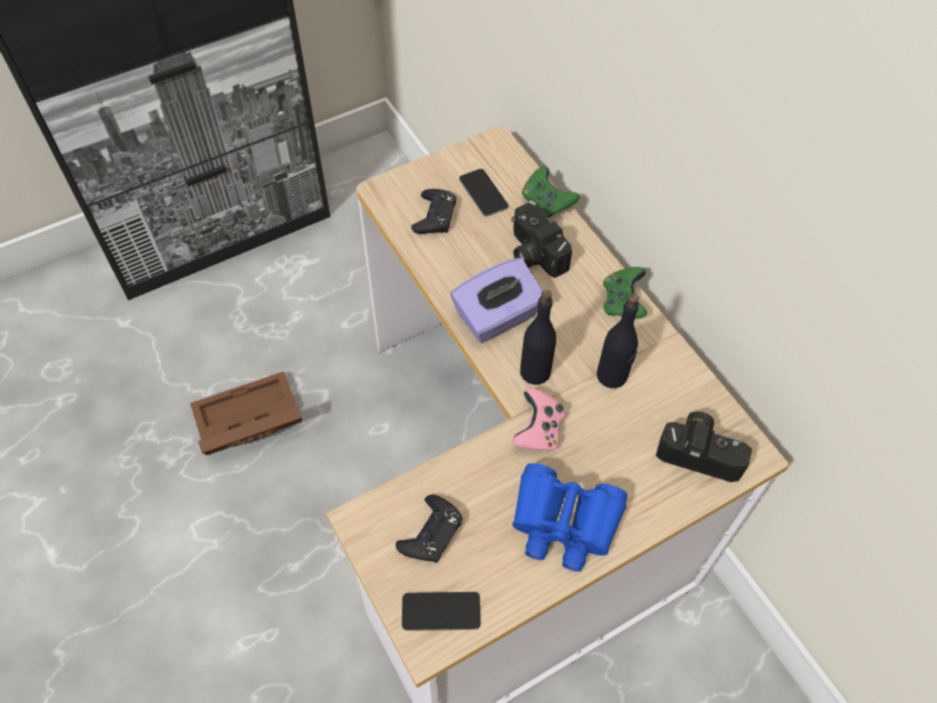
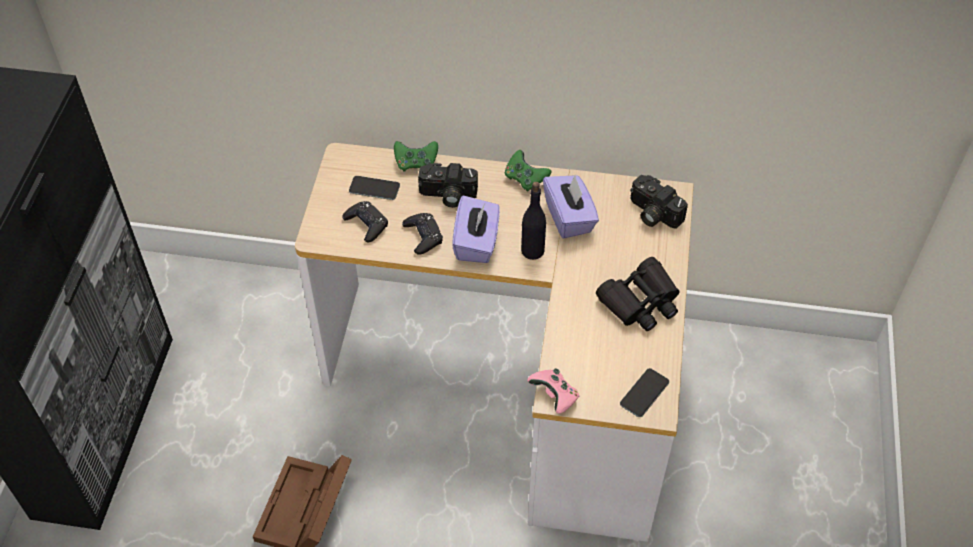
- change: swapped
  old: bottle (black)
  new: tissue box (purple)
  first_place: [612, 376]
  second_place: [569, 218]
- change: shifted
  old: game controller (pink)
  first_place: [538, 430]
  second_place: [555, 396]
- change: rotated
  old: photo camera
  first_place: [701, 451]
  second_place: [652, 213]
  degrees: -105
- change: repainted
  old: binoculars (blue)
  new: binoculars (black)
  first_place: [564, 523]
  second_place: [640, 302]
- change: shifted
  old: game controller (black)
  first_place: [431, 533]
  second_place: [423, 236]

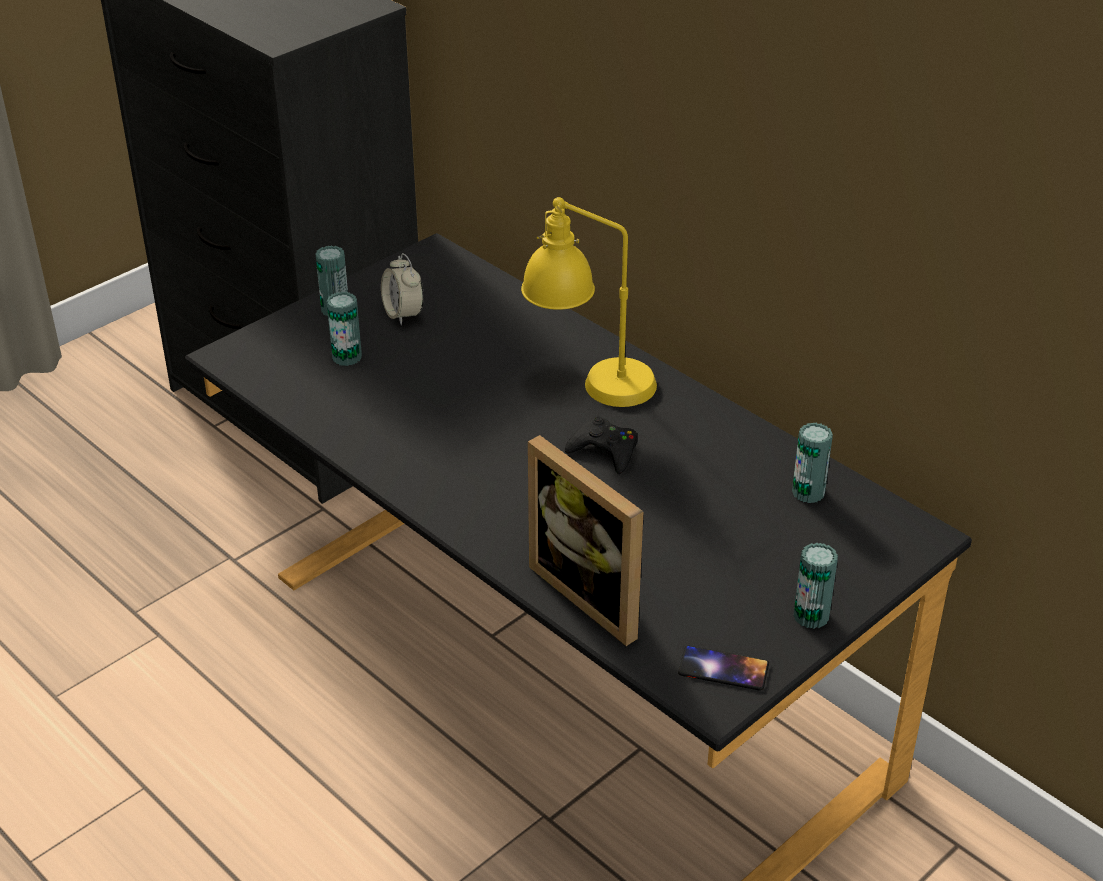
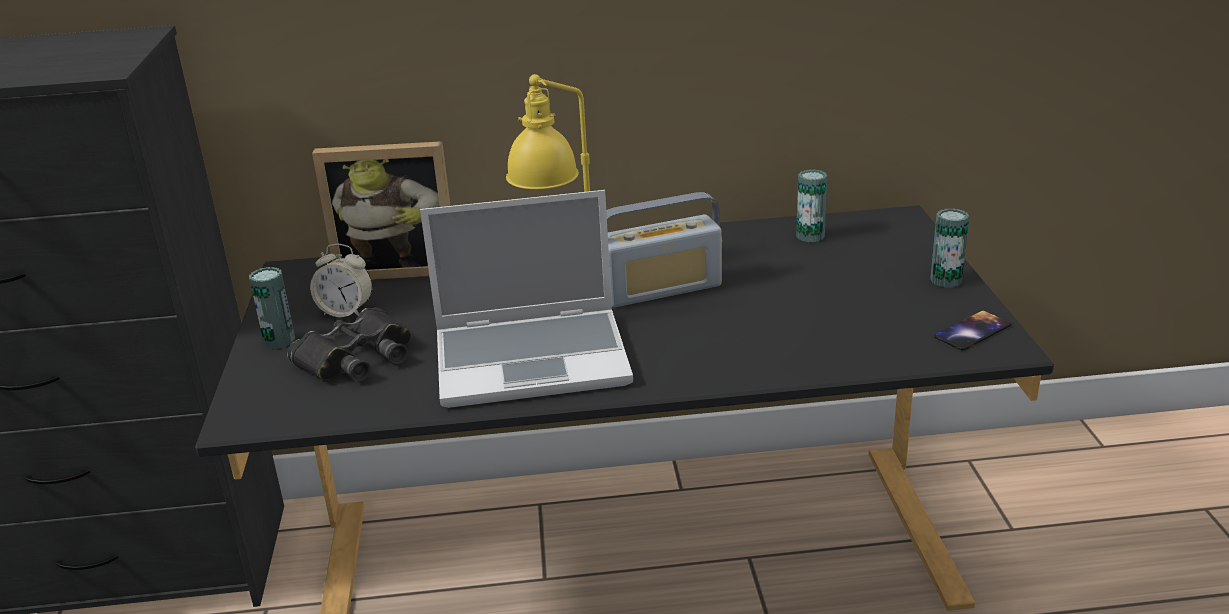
- change: swapped
  old: can
  new: binoculars (black)
  first_place: [347, 357]
  second_place: [357, 358]
- change: swapped
  old: game controller (black)
  new: radio
  first_place: [605, 451]
  second_place: [661, 289]
- change: shifted
  old: picture frame
  first_place: [595, 594]
  second_place: [399, 268]
- change: new
  new: laptop
  second_place: [534, 359]

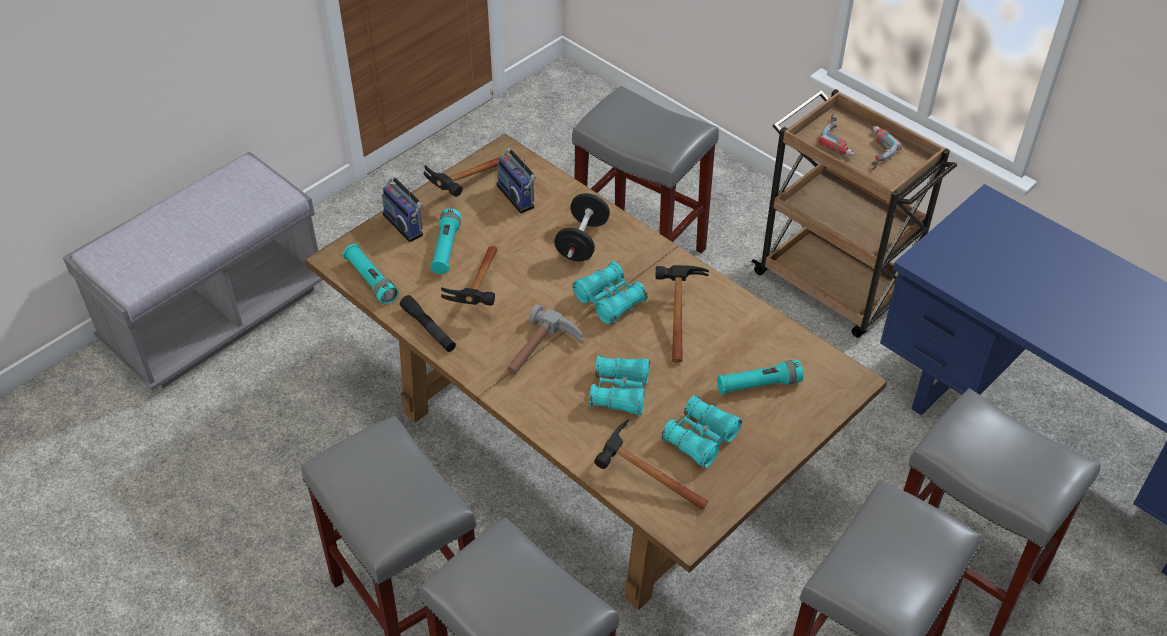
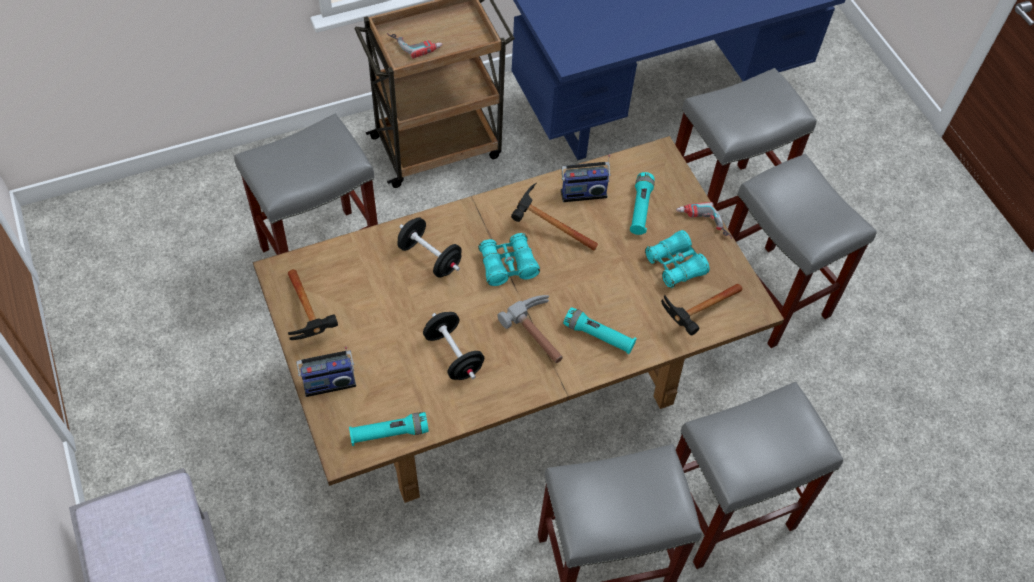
- change: shifted
  old: power drill
  first_place: [873, 150]
  second_place: [702, 225]
- change: shifted
  old: radio
  first_place: [518, 195]
  second_place: [583, 192]
- change: shifted
  old: flashlight (turquoise)
  first_place: [446, 248]
  second_place: [598, 336]
- change: swapped
  old: hammer
  new: dumbbell (black)
  first_place: [479, 295]
  second_place: [453, 355]
- change: gone
  old: flashlight (black)
  first_place: [428, 328]
- change: gone
  old: binoculars (turquoise)
  first_place: [620, 392]

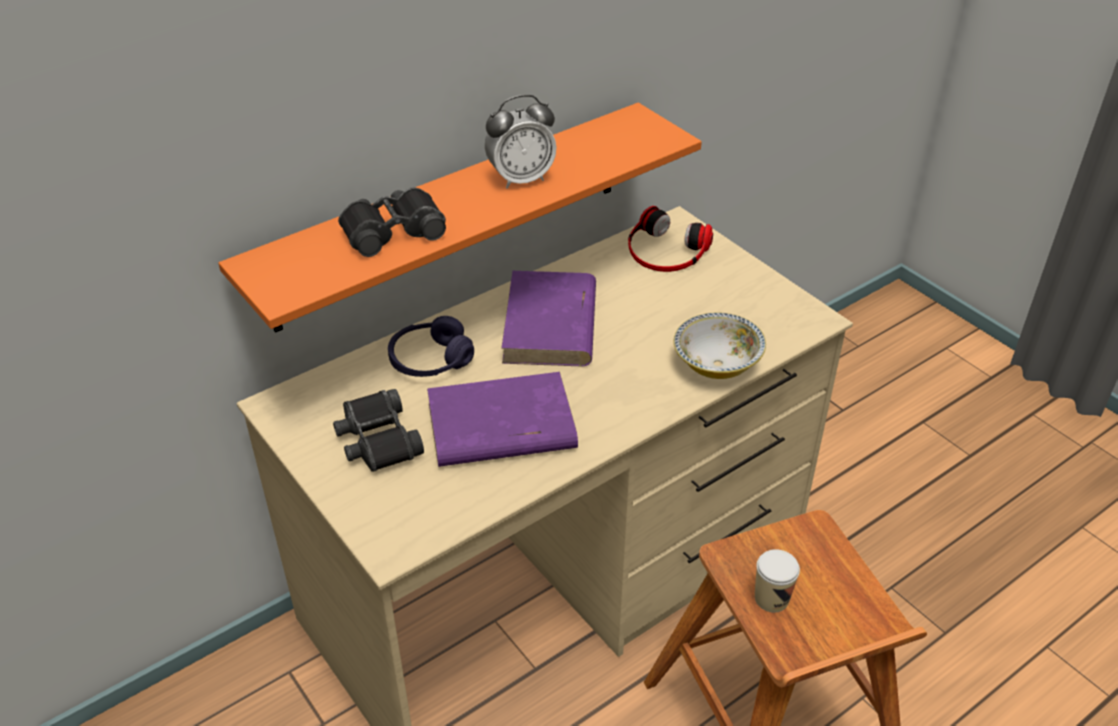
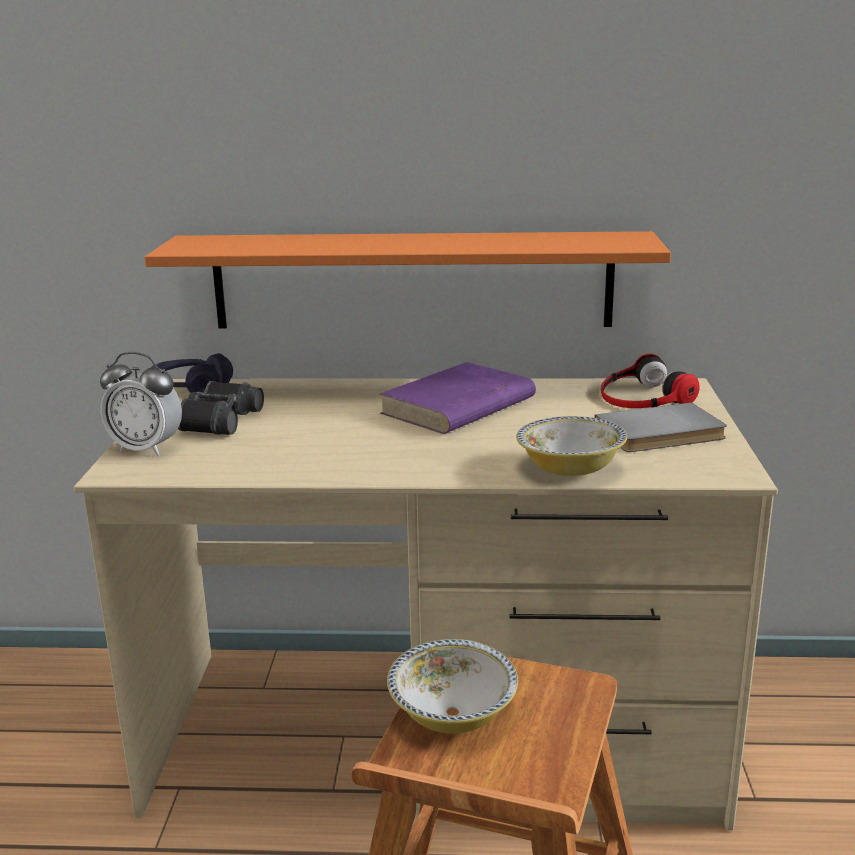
- change: shifted
  old: alarm clock
  first_place: [521, 179]
  second_place: [146, 449]
- change: gone
  old: binoculars (black)
  first_place: [392, 231]
- change: shifted
  old: headphones (purple)
  first_place: [430, 360]
  second_place: [190, 388]
- change: gone
  old: book (purple)
  first_place: [500, 427]
- change: swapped
  old: cup
  new: bowl
  first_place: [771, 598]
  second_place: [452, 714]
- change: new
  new: book (grey)
  second_place: [661, 434]

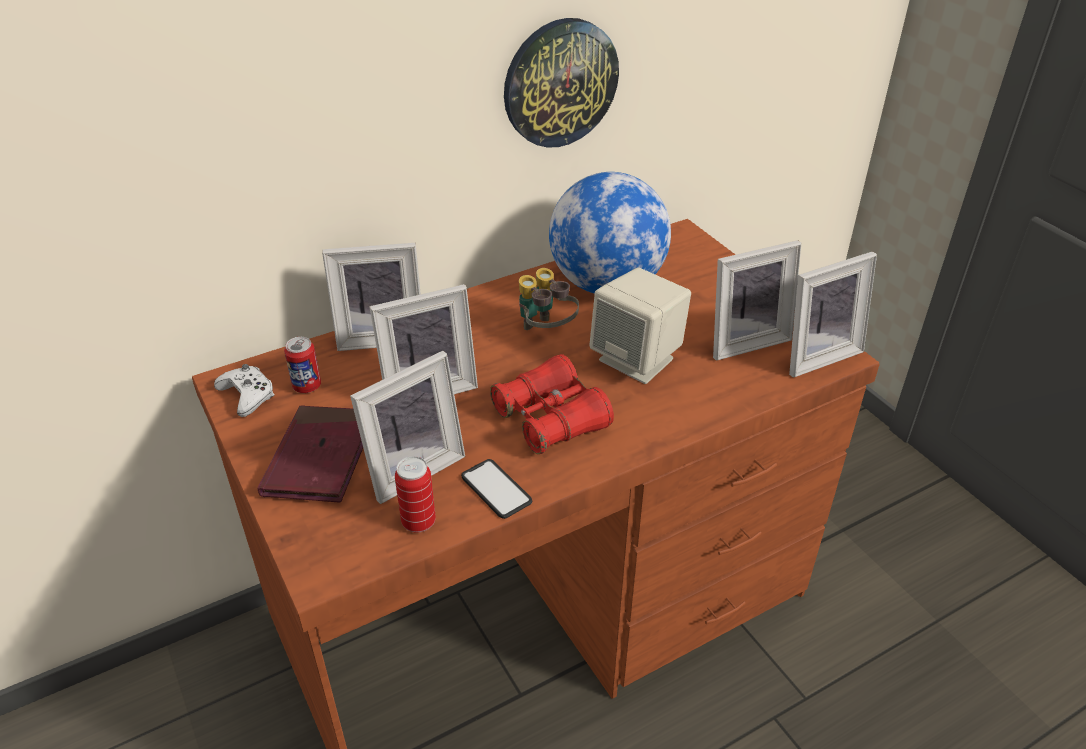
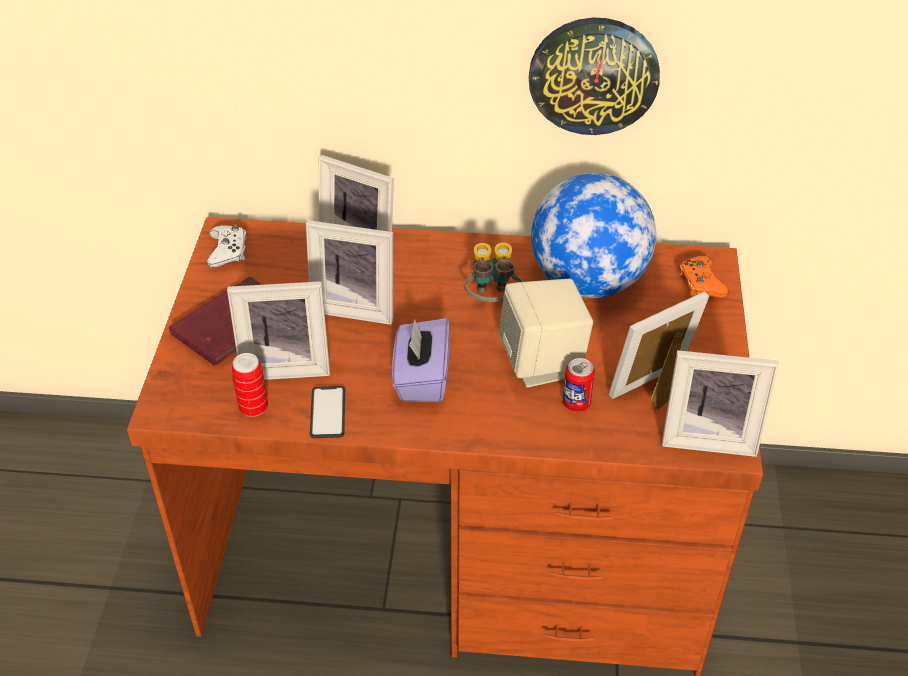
- change: rotated
  old: picture frame
  first_place: [744, 340]
  second_place: [656, 390]
  degrees: 135
- change: shifted
  old: can
  first_place: [307, 386]
  second_place: [576, 403]
- change: swapped
  old: binoculars (red)
  new: tissue box (purple)
  first_place: [551, 419]
  second_place: [421, 378]
- change: new
  new: game controller (orange)
  second_place: [700, 283]

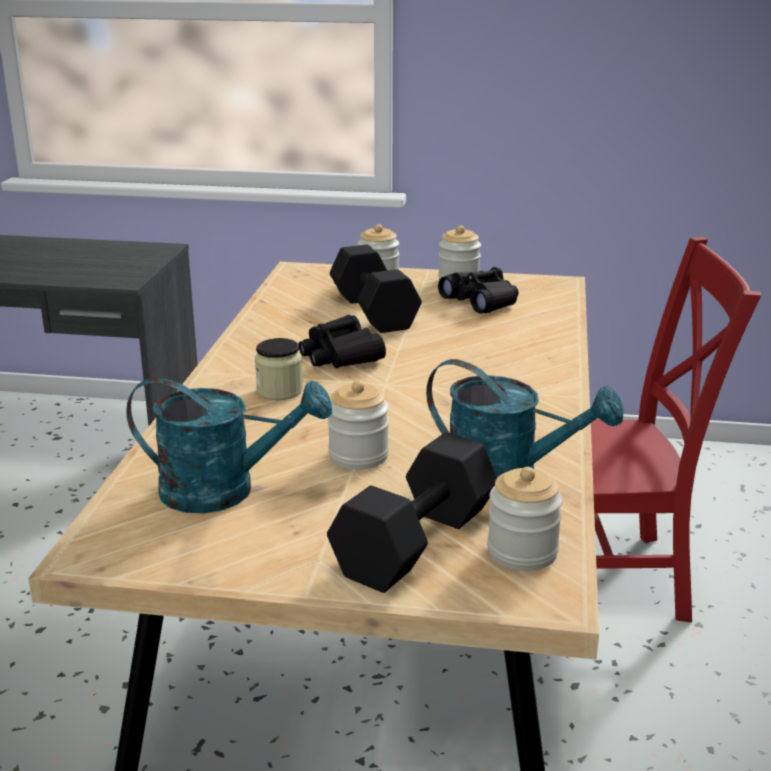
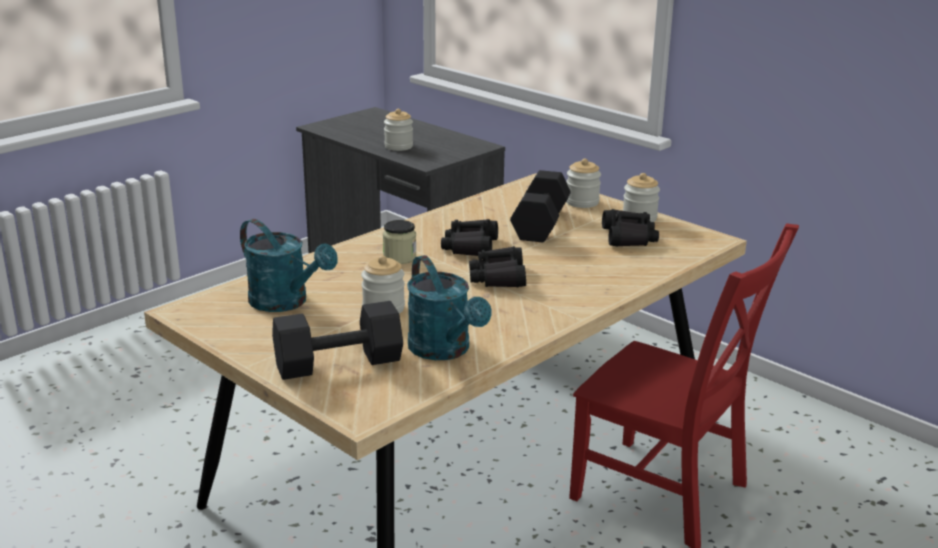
- change: shifted
  old: jar
  first_place: [522, 552]
  second_place: [398, 146]
- change: new
  new: binoculars (black)
  second_place: [498, 277]

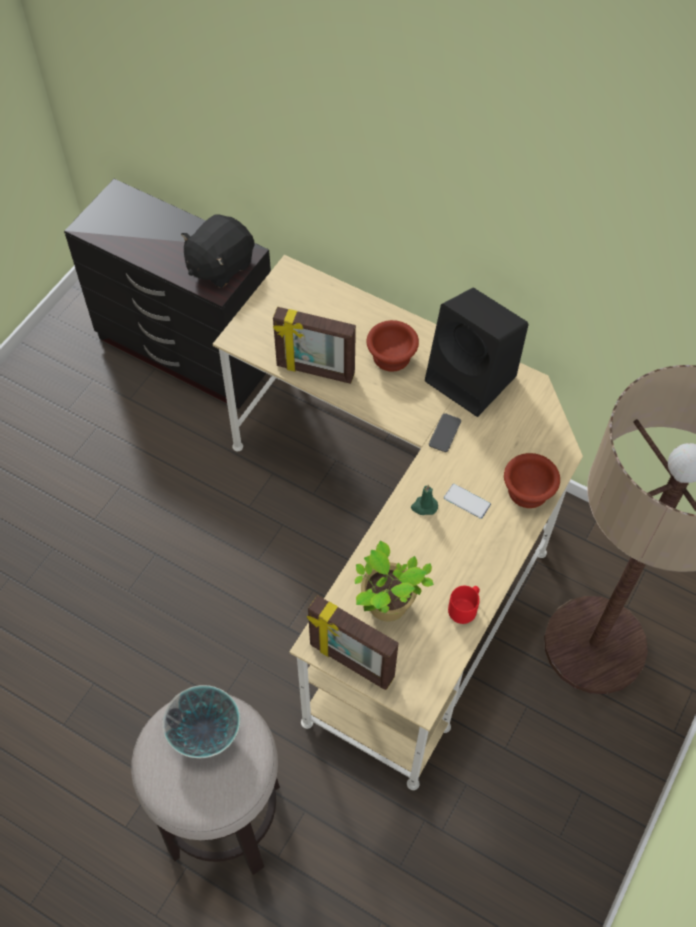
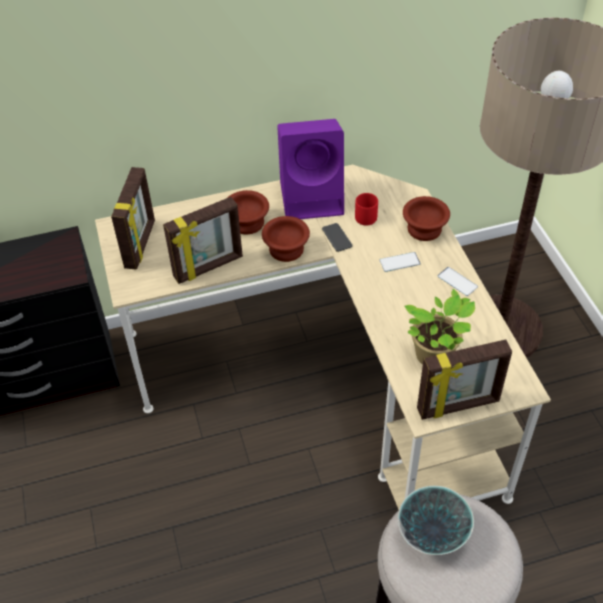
- change: gone
  old: plush toy (black)
  first_place: [219, 265]
- change: repainted
  old: speaker (black)
  new: speaker (purple)
  first_place: [473, 379]
  second_place: [313, 198]
- change: gone
  old: candle (green)
  first_place: [424, 506]
- change: shifted
  old: mug (red)
  first_place: [464, 608]
  second_place: [365, 216]
- change: new
  new: picture frame
  second_place: [141, 244]
- change: new
  new: bowl (brown)
  second_place: [285, 250]
- change: new
  new: phone
  second_place: [457, 281]

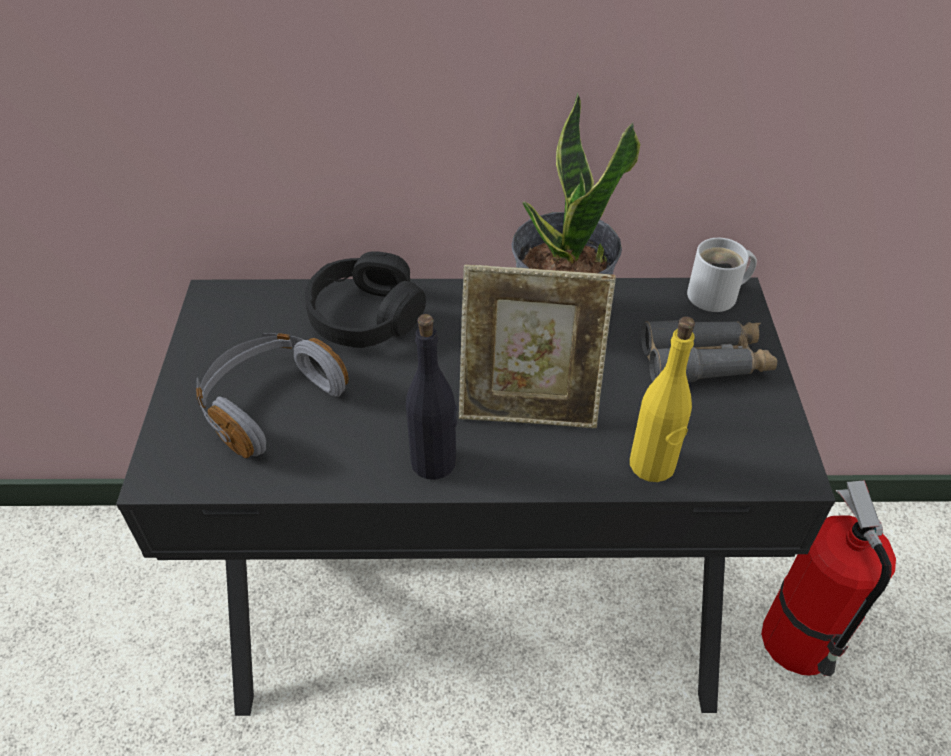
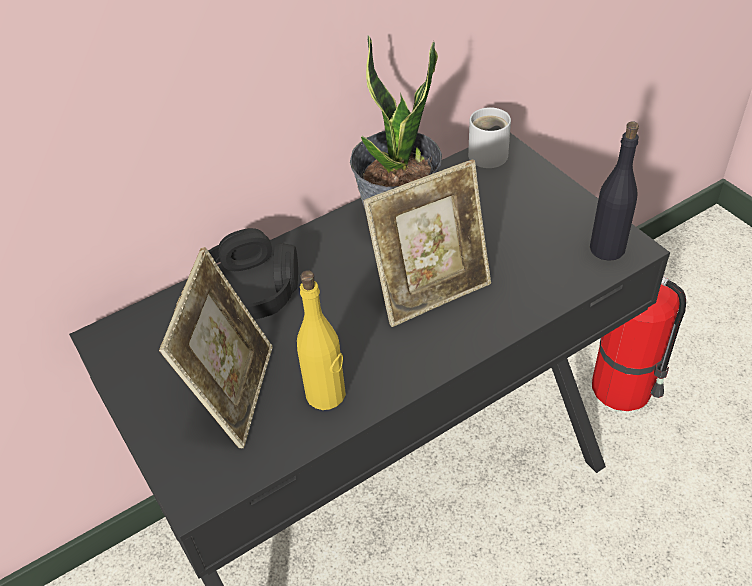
- change: shifted
  old: bottle (black)
  first_place: [434, 462]
  second_place: [607, 248]
- change: shifted
  old: bottle (yellow)
  first_place: [652, 465]
  second_place: [326, 394]
- change: gone
  old: binoculars (grey)
  first_place: [705, 361]
- change: swapped
  old: headphones (grey)
  new: picture frame
  first_place: [269, 403]
  second_place: [235, 393]

